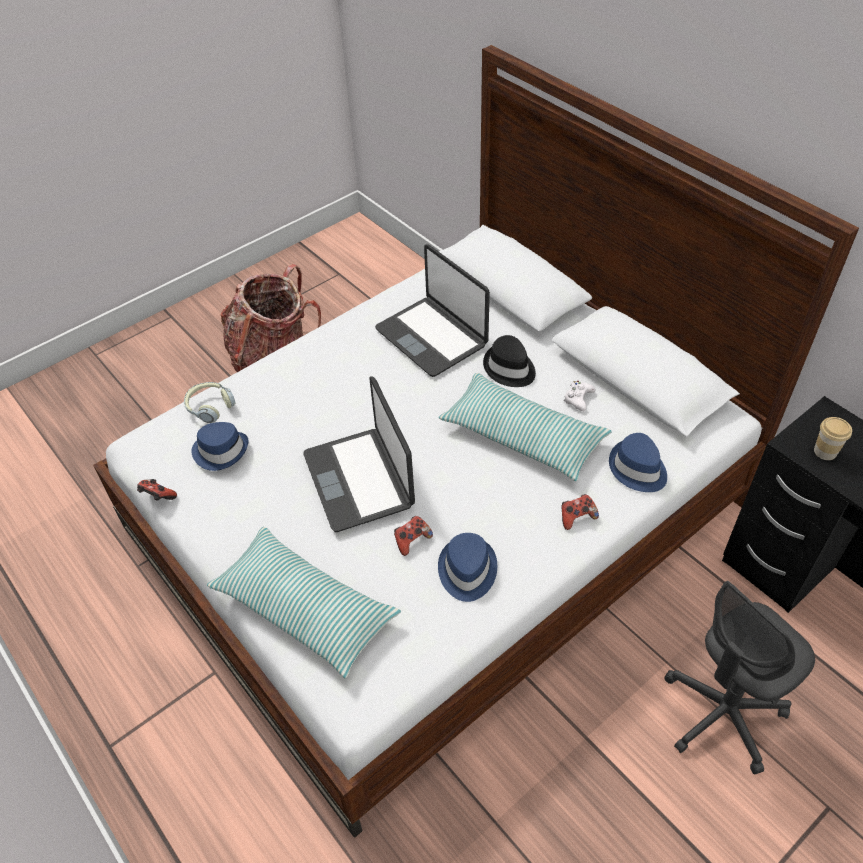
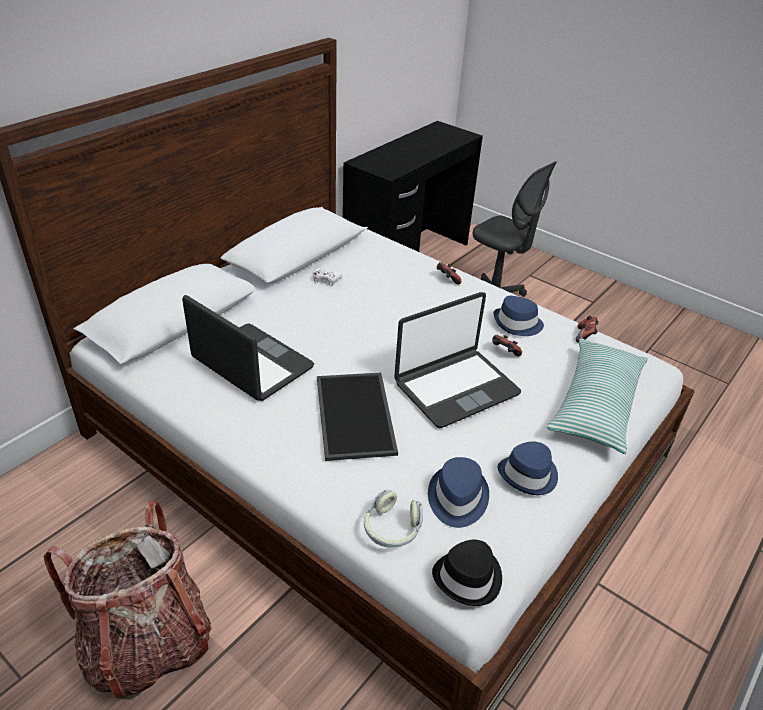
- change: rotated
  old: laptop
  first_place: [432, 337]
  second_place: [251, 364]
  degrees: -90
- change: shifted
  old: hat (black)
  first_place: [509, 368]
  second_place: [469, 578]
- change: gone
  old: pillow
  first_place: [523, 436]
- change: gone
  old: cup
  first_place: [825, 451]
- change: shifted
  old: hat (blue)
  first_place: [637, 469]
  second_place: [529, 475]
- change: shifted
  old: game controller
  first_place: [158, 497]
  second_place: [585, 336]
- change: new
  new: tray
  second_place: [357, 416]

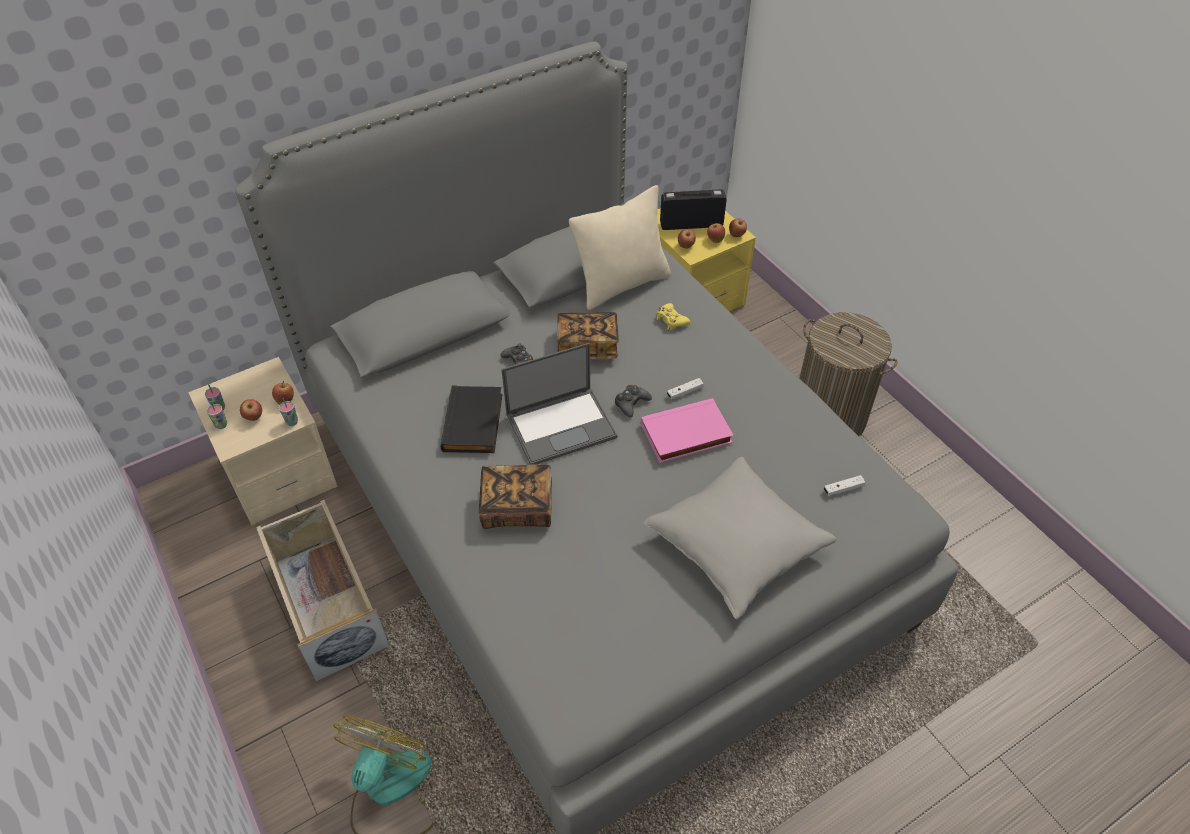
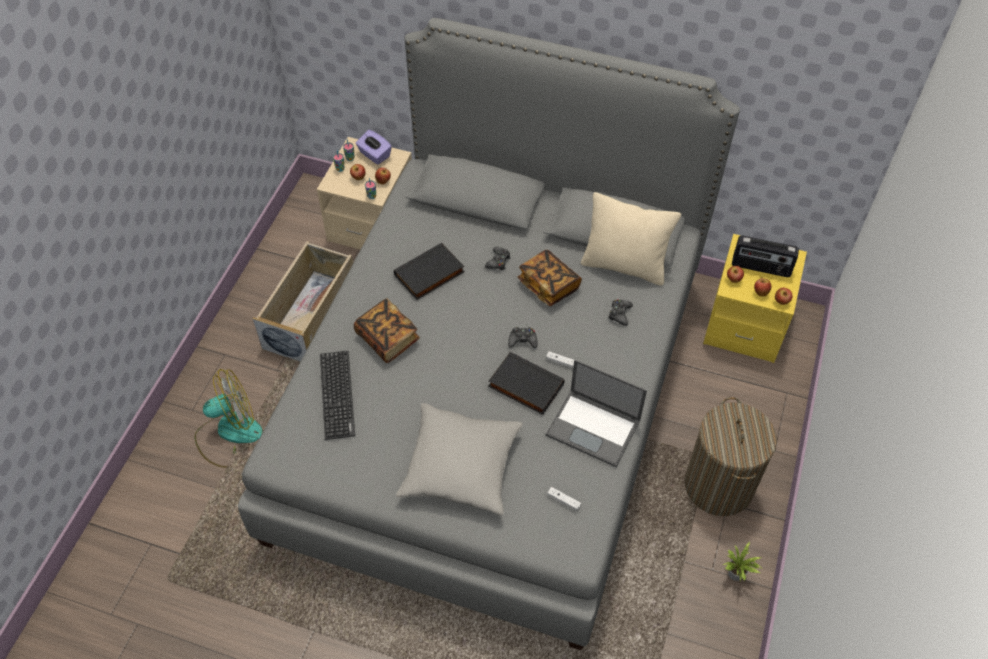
- change: rotated
  old: radio
  first_place: [691, 224]
  second_place: [761, 268]
  degrees: 150
- change: repainted
  old: game controller (yellow)
  new: game controller (black)
  first_place: [671, 320]
  second_place: [619, 314]
- change: shifted
  old: laptop
  first_place: [562, 425]
  second_place: [594, 428]
- change: repainted
  old: book (pink)
  new: book (black)
  first_place: [686, 435]
  second_place: [524, 386]
- change: new
  new: tissue box (purple)
  second_place: [374, 155]
- change: new
  new: keyboard
  second_place: [337, 394]
- change: new
  new: potted plant
  second_place: [736, 575]

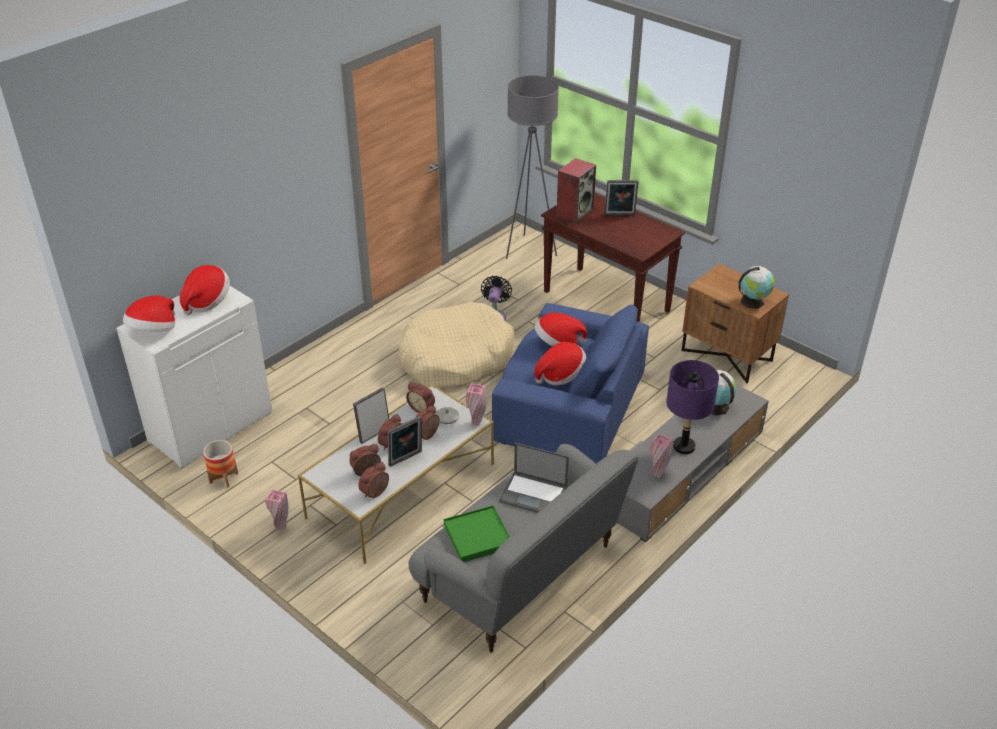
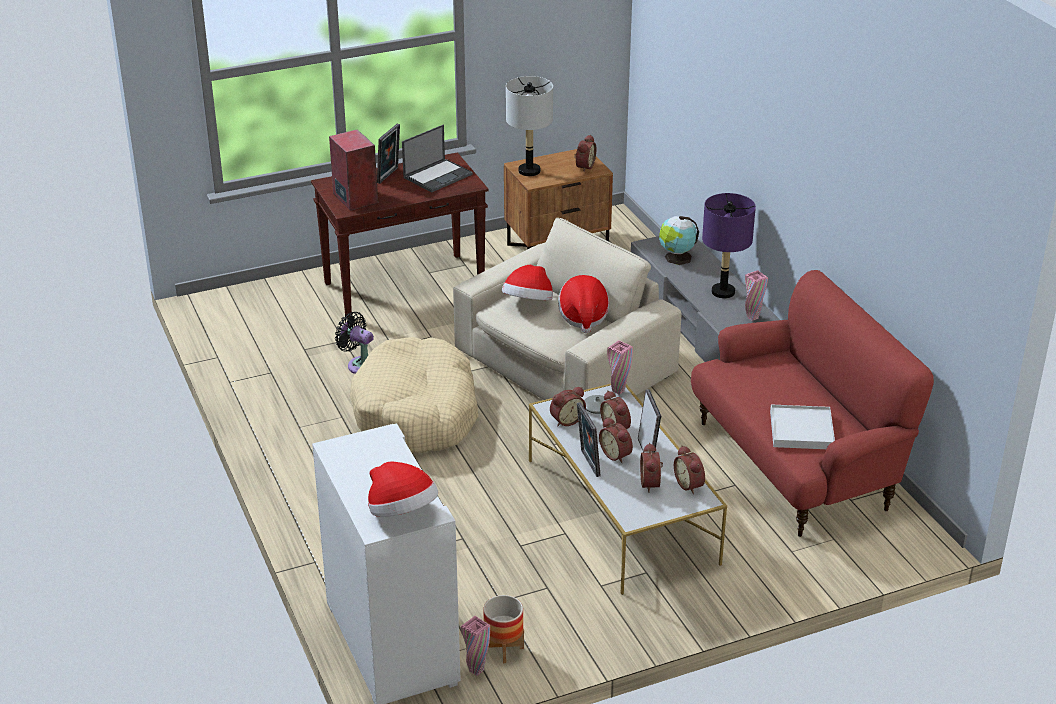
- change: gone
  old: floor lamp (grey)
  first_place: [529, 250]
- change: gone
  old: hat
  first_place: [207, 301]
- change: swapped
  old: globe
  new: alarm clock
  first_place: [753, 301]
  second_place: [584, 166]
- change: repainted
  old: armchair (blue)
  new: armchair (beige)
  first_place: [568, 406]
  second_place: [563, 363]
- change: shifted
  old: laptop
  first_place: [534, 494]
  second_place: [438, 175]
- change: repainted
  old: sofa (grey)
  new: sofa (red)
  first_place: [521, 576]
  second_place: [796, 464]
- change: shifted
  old: vase (pink)
  first_place: [281, 528]
  second_place: [476, 670]
- change: repainted
  old: tray (green)
  new: tray (white)
  first_place: [478, 536]
  second_place: [801, 430]
- change: new
  new: table lamp (grey)
  second_place: [529, 171]

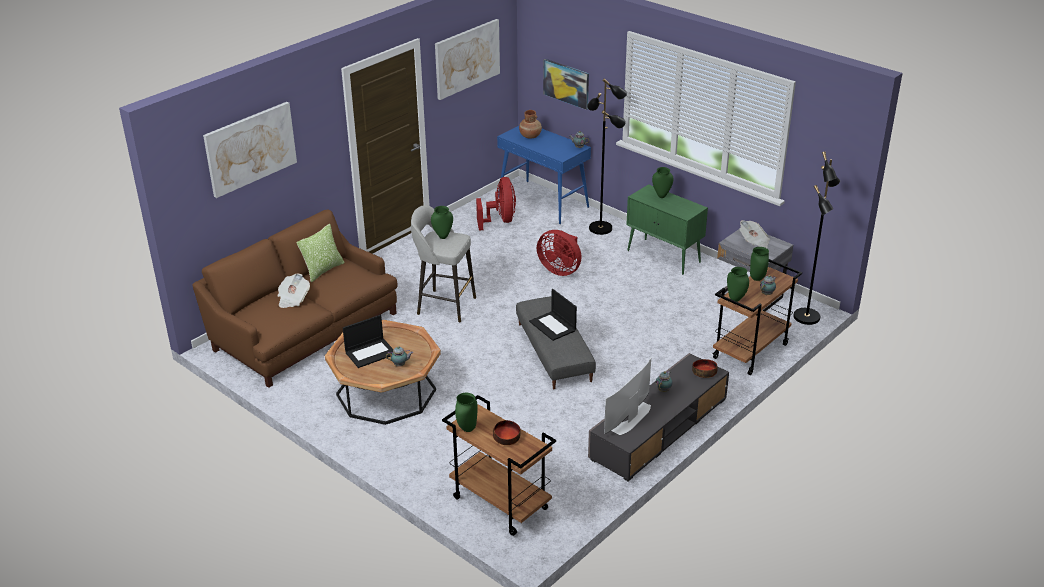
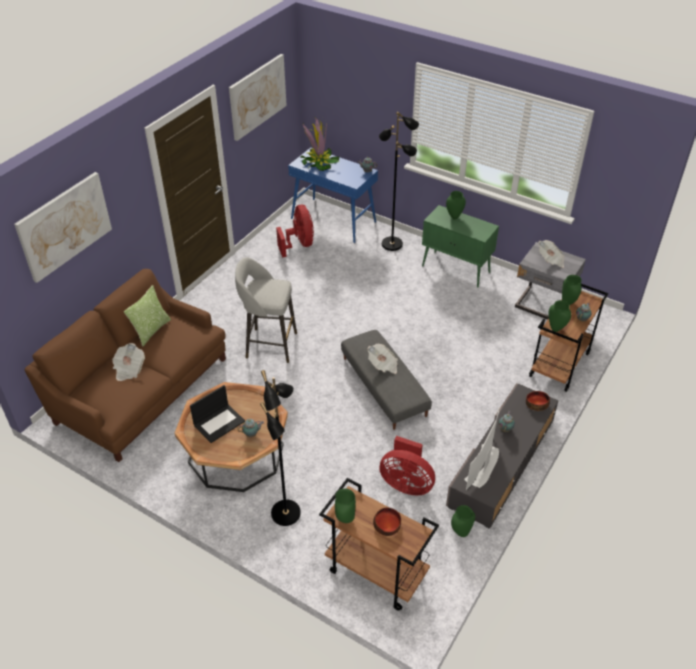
- change: gone
  old: picture
  first_place: [566, 83]
- change: swapped
  old: vase (brown)
  new: potted plant
  first_place: [530, 136]
  second_place: [319, 162]
- change: shifted
  old: floor lamp (black)
  first_place: [807, 317]
  second_place: [286, 513]
- change: shifted
  old: vase (green)
  first_place: [442, 236]
  second_place: [460, 532]
- change: shifted
  old: fan (red)
  first_place: [560, 270]
  second_place: [406, 483]
- change: swapped
  old: laptop
  new: newspaper
  first_place: [553, 326]
  second_place: [383, 365]

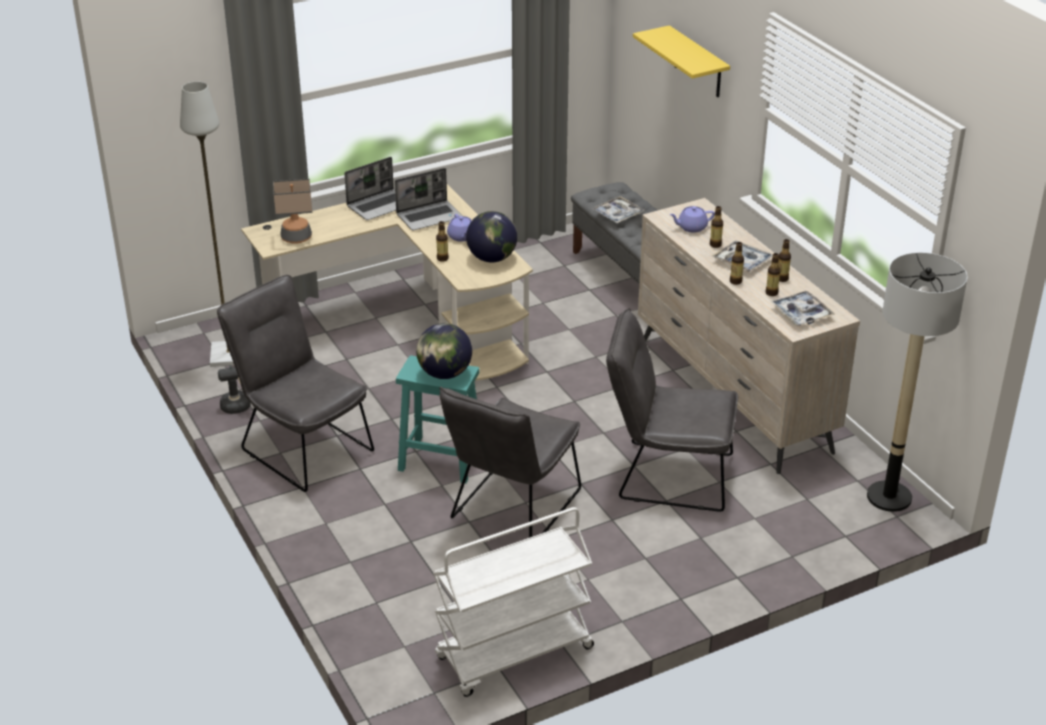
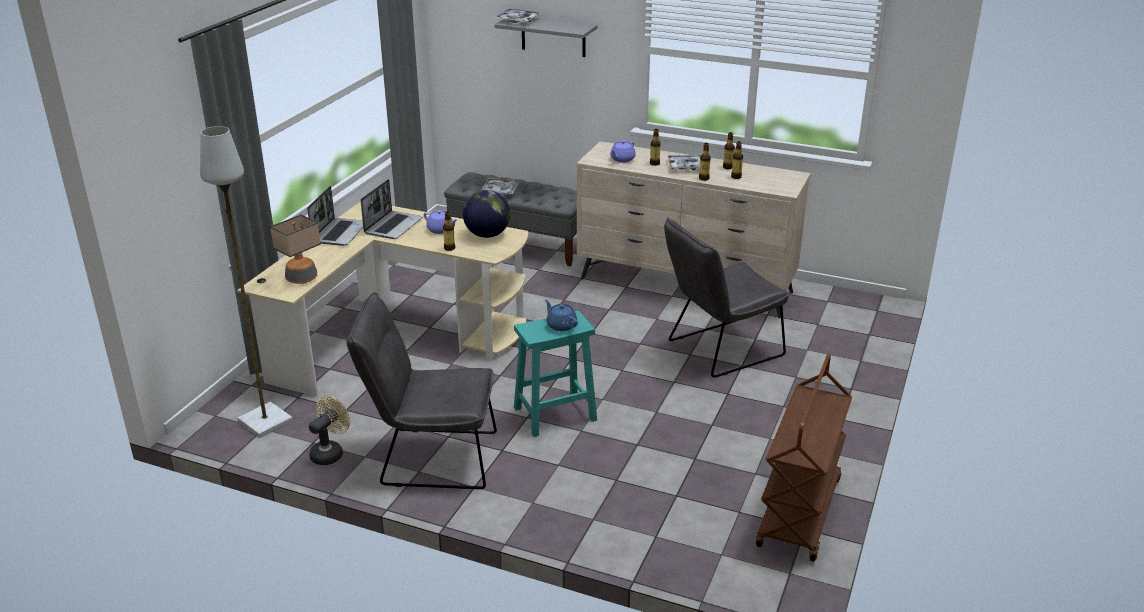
- change: repainted
  old: shelf (yellow)
  new: shelf (grey)
  first_place: [698, 63]
  second_place: [553, 36]
- change: gone
  old: floor lamp
  first_place: [889, 497]
- change: shifted
  old: tray
  first_place: [801, 313]
  second_place: [517, 20]
- change: swapped
  old: globe
  new: teapot (blue)
  first_place: [444, 374]
  second_place: [561, 325]
- change: gone
  old: chair (grey)
  first_place: [511, 509]
- change: repainted
  old: cart (white)
  new: cart (brown)
  first_place: [514, 654]
  second_place: [800, 514]

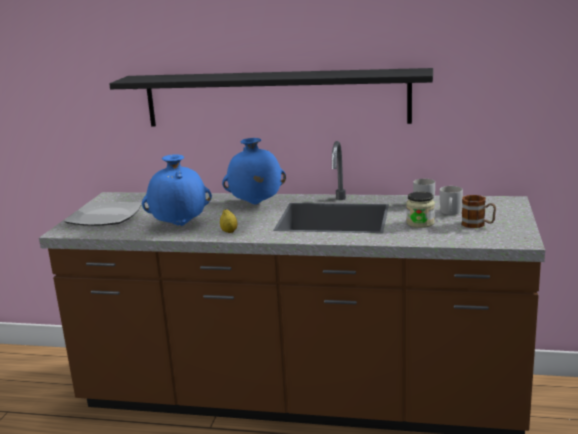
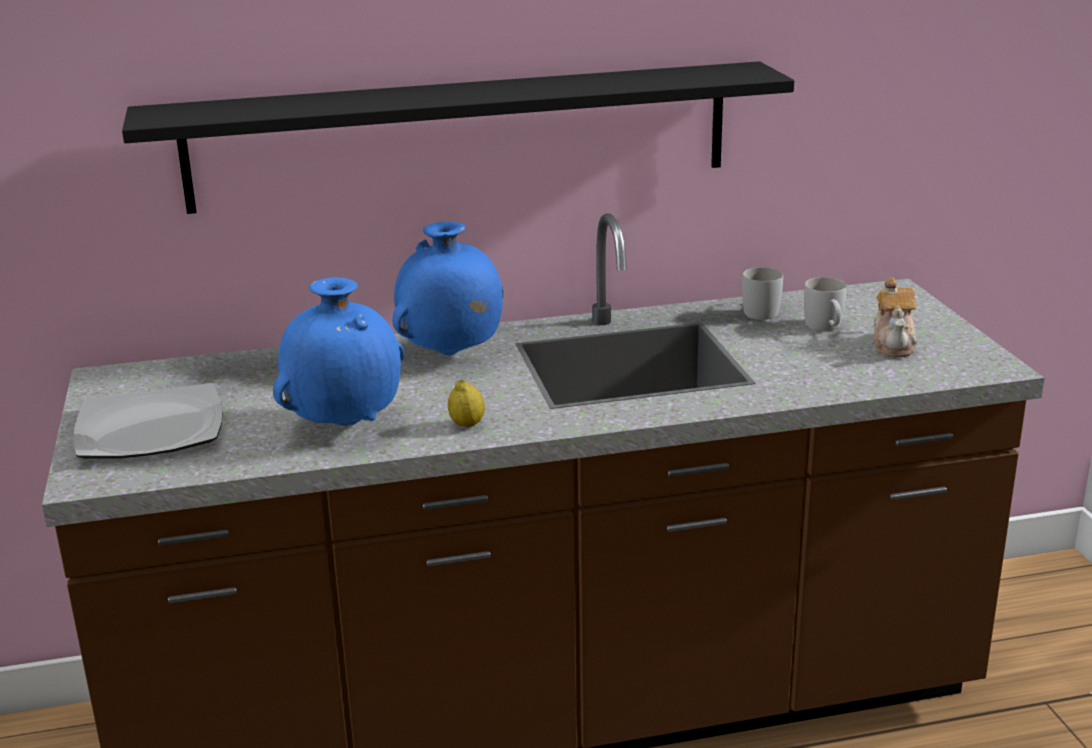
- change: gone
  old: jar
  first_place: [420, 223]
- change: swapped
  old: mug
  new: teapot
  first_place: [478, 224]
  second_place: [894, 344]

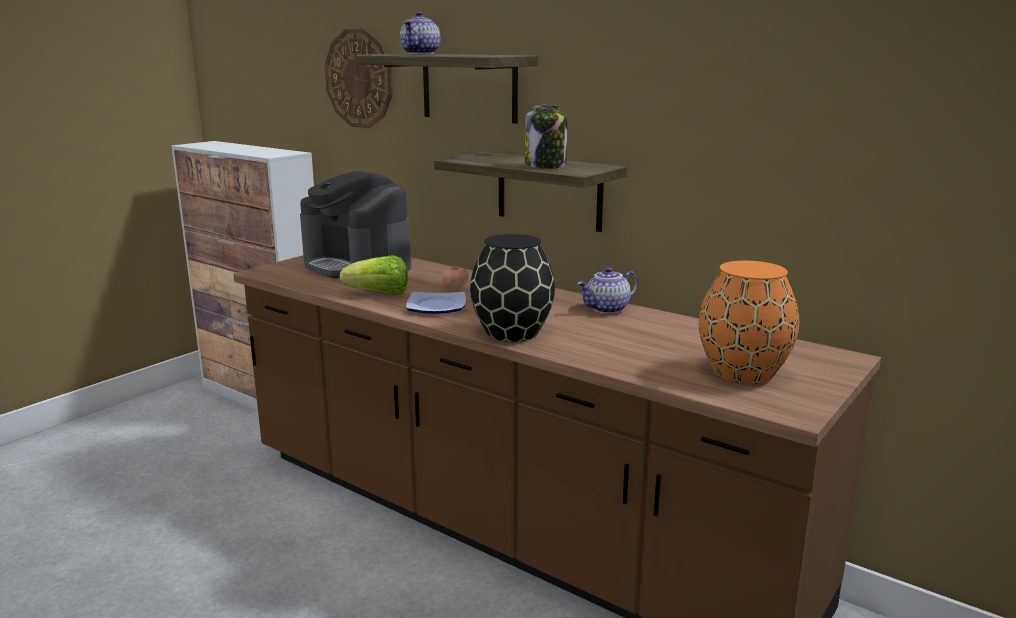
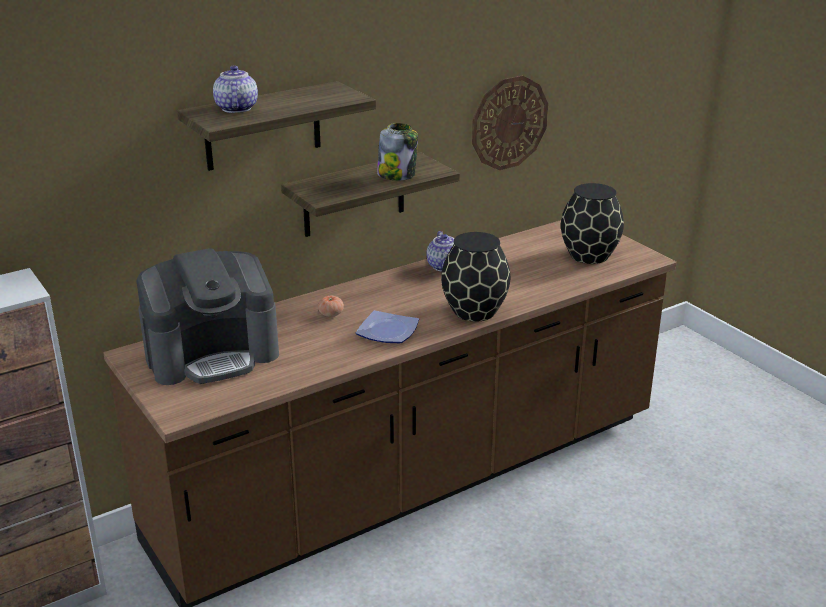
- change: rotated
  old: teapot
  first_place: [421, 54]
  second_place: [235, 108]
  degrees: -135
- change: shifted
  old: wall clock
  first_place: [359, 79]
  second_place: [509, 123]
- change: gone
  old: lettuce
  first_place: [379, 294]
- change: repainted
  old: vase (orange)
  new: vase (black)
  first_place: [743, 373]
  second_place: [590, 255]

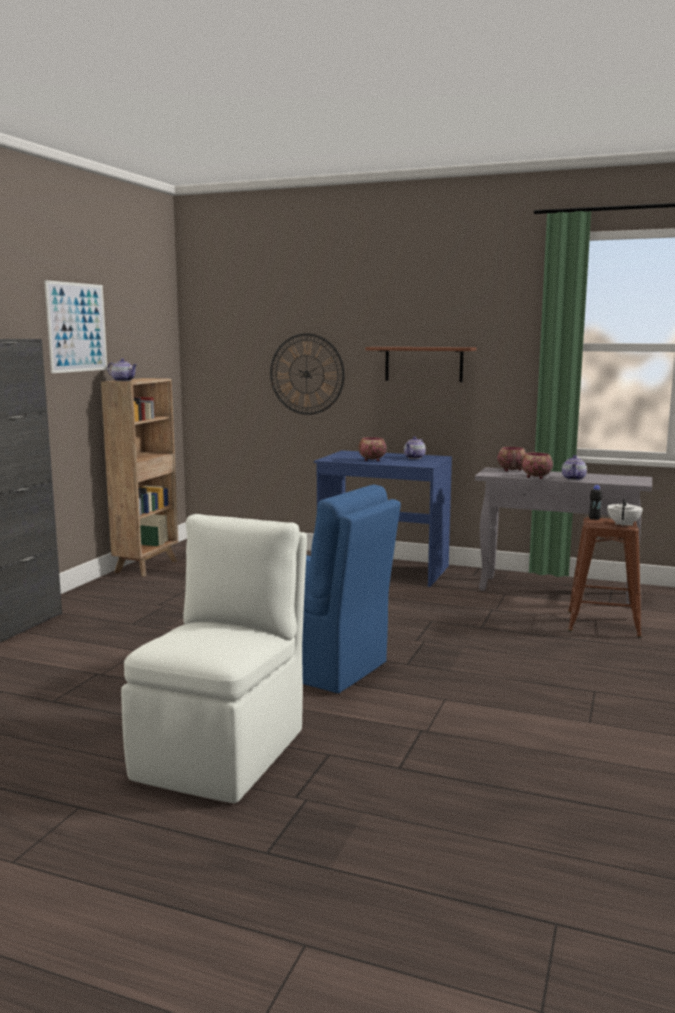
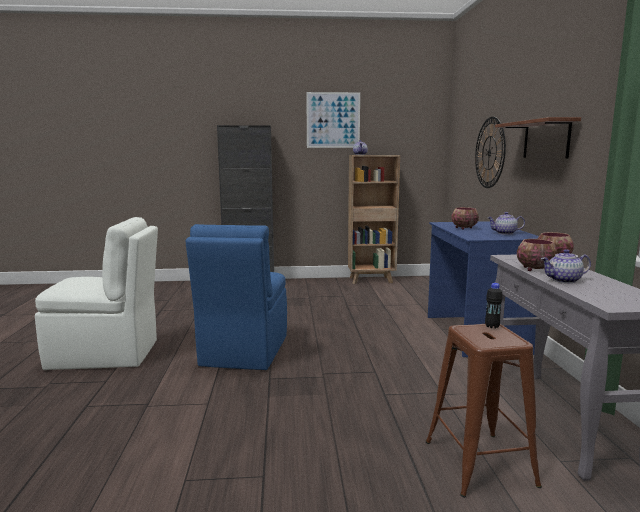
- change: gone
  old: teapot (white)
  first_place: [623, 524]

